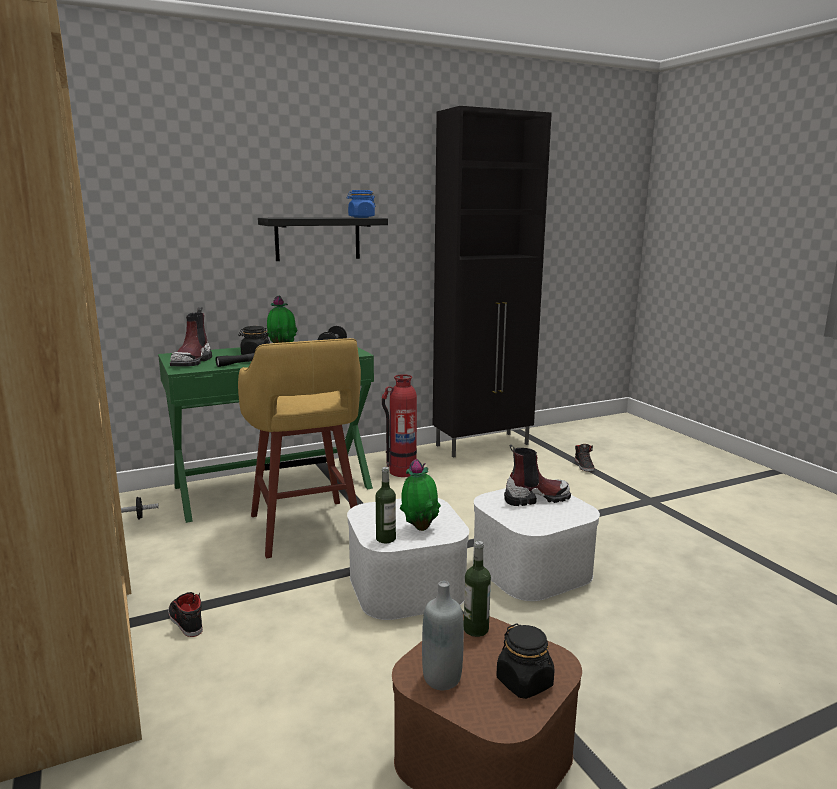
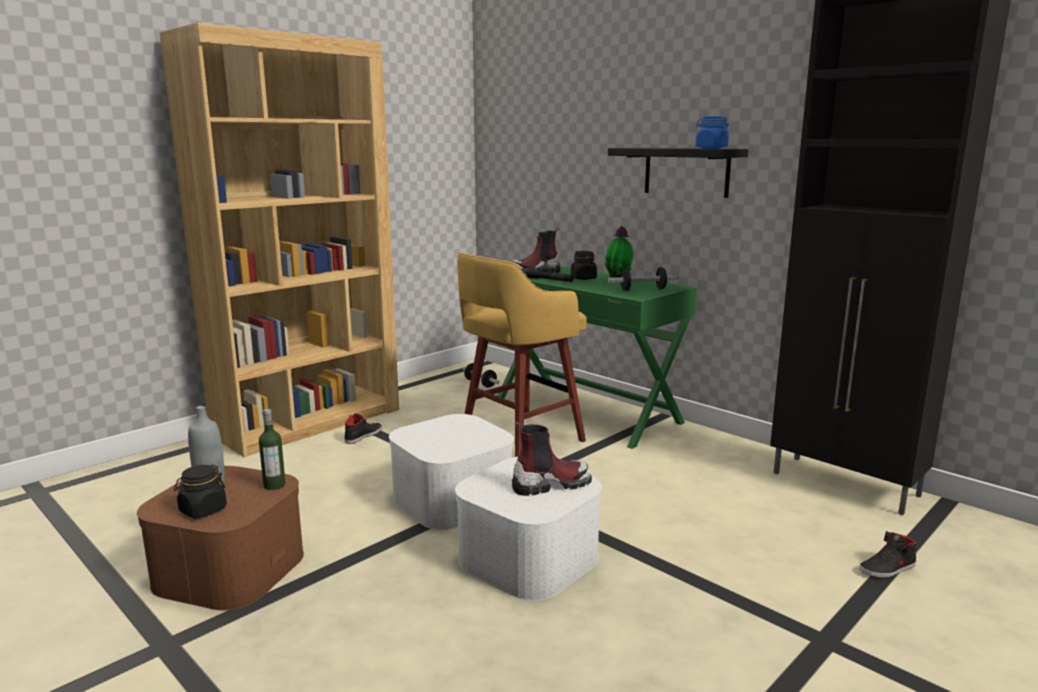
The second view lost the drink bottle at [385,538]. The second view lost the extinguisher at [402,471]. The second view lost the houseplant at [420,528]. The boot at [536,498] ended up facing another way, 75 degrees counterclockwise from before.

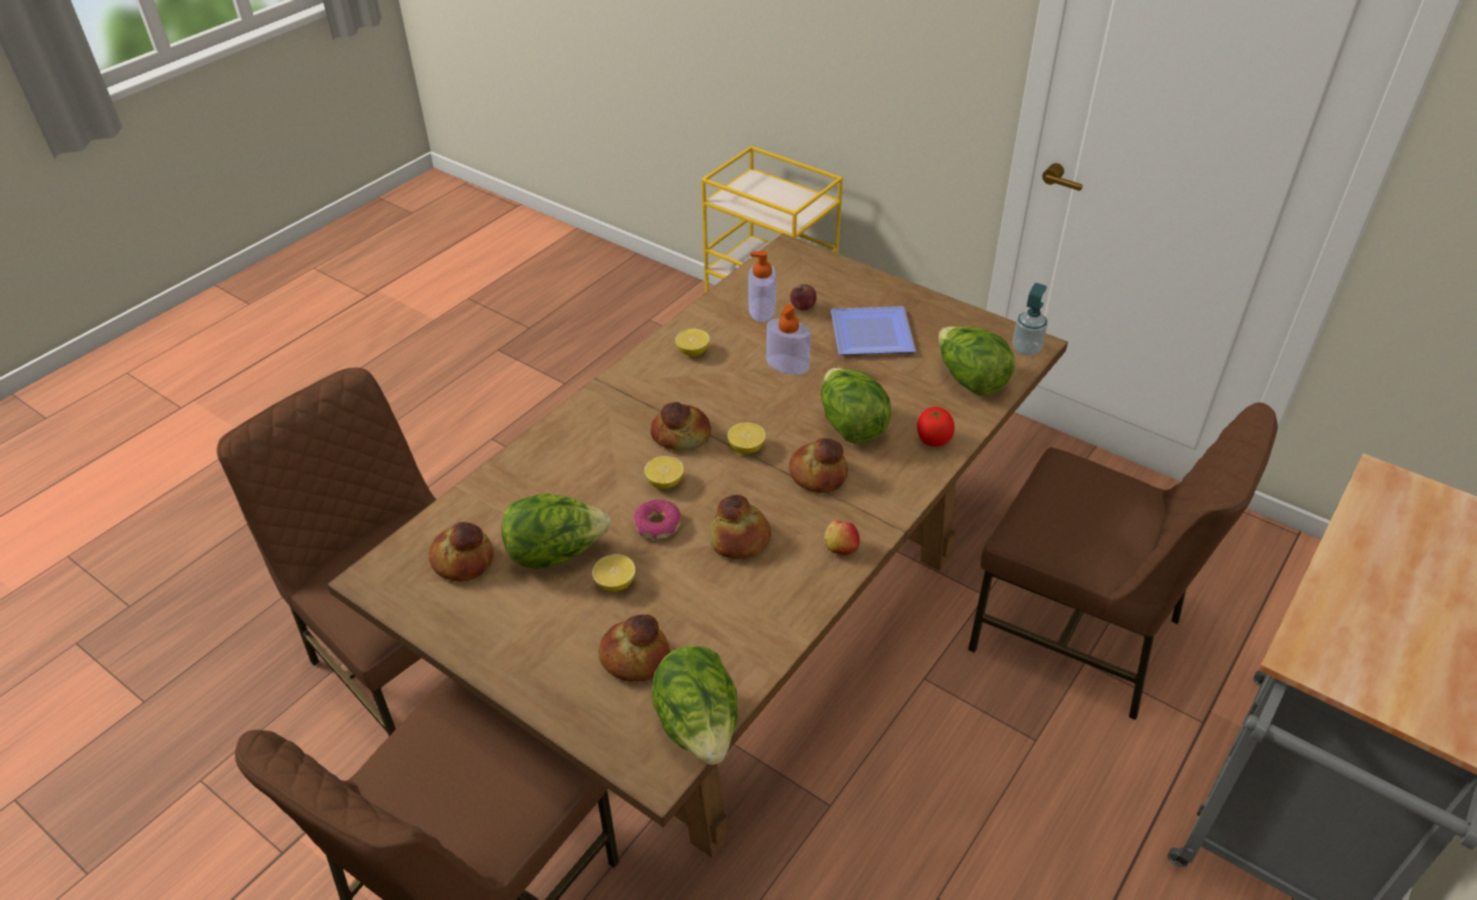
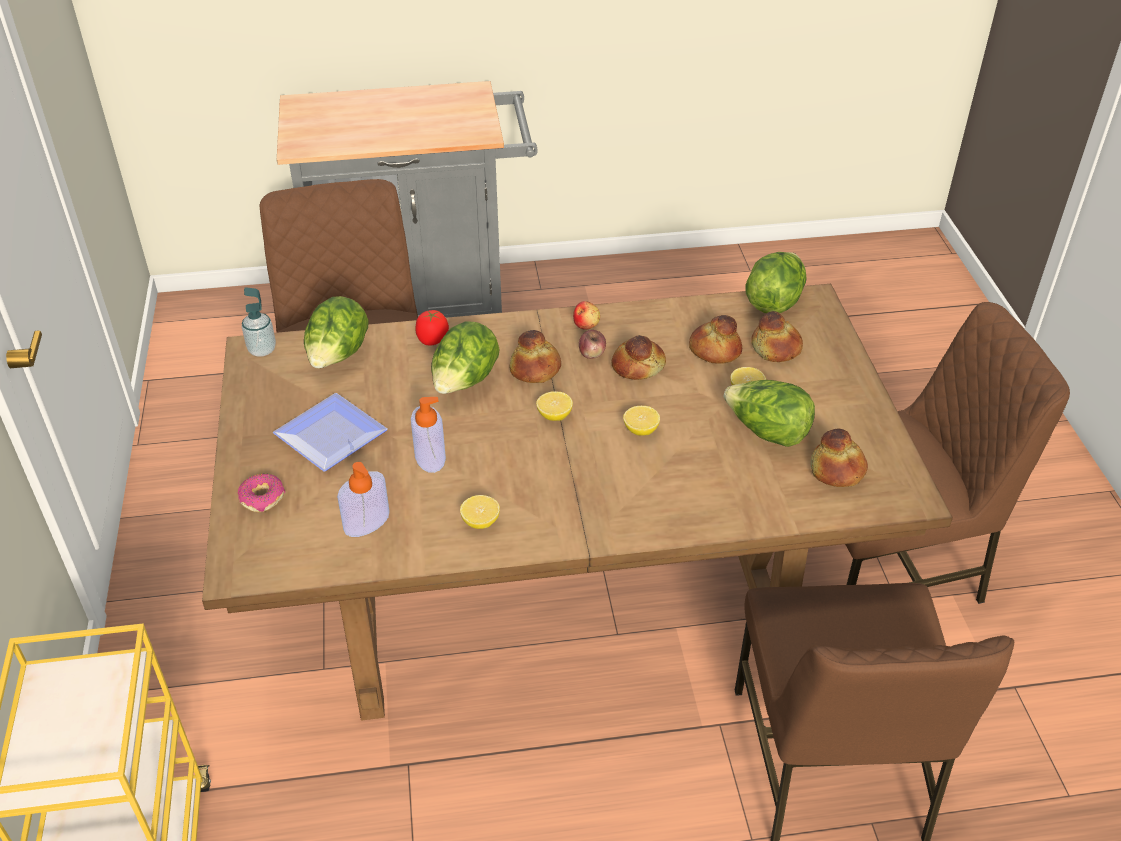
The doughnut ended up elsewhere, having gone from [657,526] to [263,498]. The bread ended up elsewhere, having gone from [681,434] to [714,350]. The whole apple ended up elsewhere, having gone from [802,307] to [592,354].

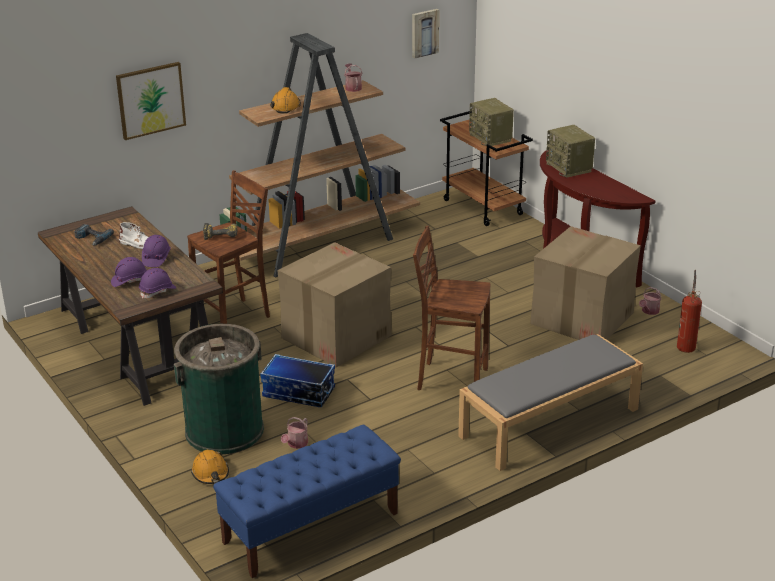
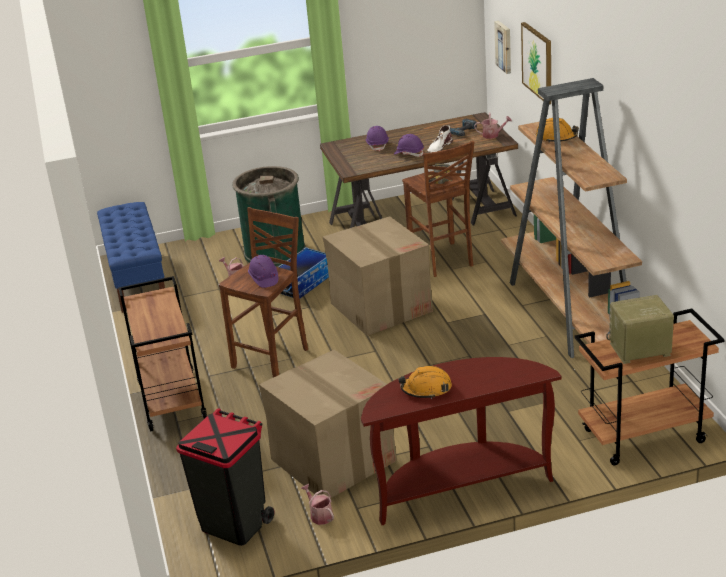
The second view lost the radio set at [569,168]. The purple-coloured safety helmet ended up elsewhere, having gone from [158,291] to [263,279]. The orange-coloured safety helmet ended up elsewhere, having gone from [210,473] to [426,389]. The watering can ended up elsewhere, having gone from [352,87] to [493,135]. The picture ended up elsewhere, having gone from [424,33] to [504,46]. Where the greyish indoor bench stood at [549,423], the brownish trolley came to stand at [171,400]. Where the extinguisher stood at [686,345], the blackish waste bin came to stand at [234,524].

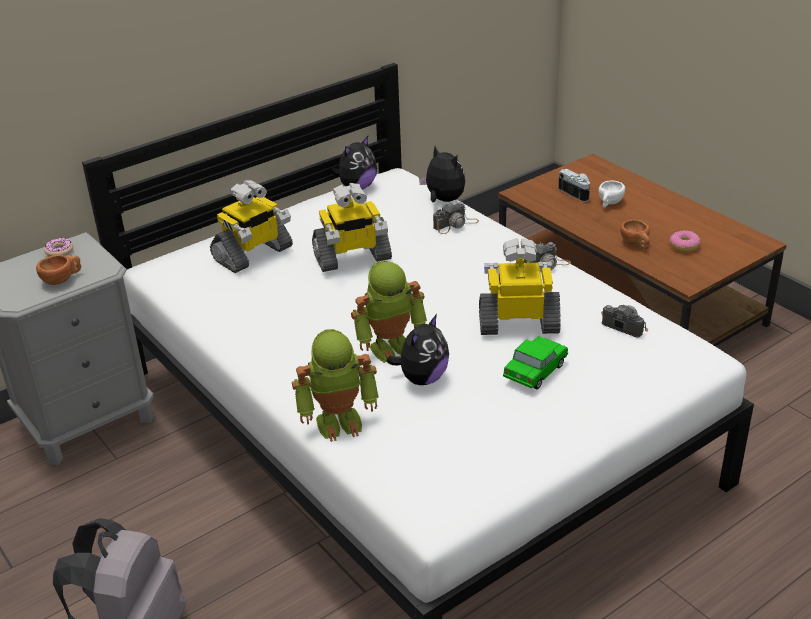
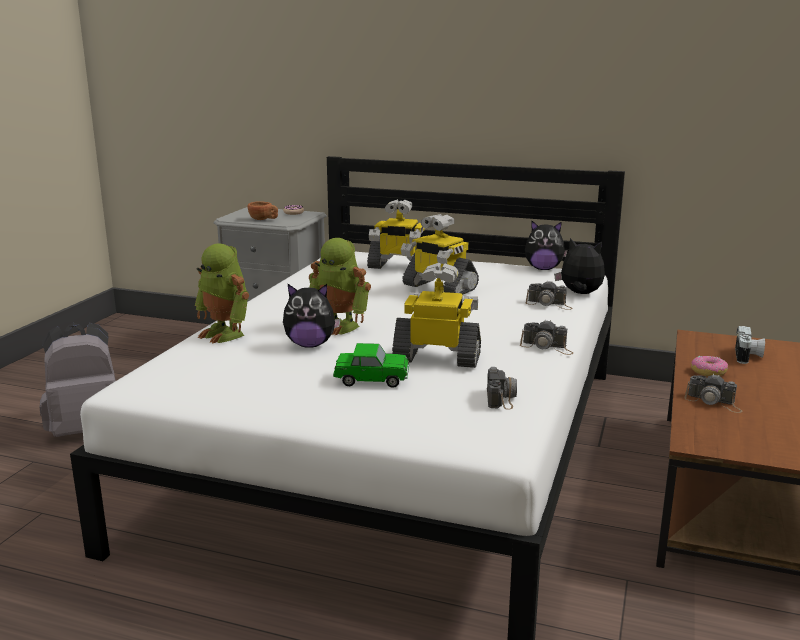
The second view lost the whitish drinking cup at [609,203]. The doughnut ended up elsewhere, having gone from [684,246] to [708,372]. Where the brownish drinking cup stood at [636,244], the still camera came to stand at [713,402]. The cuddly toy at [443,200] ended up facing another way, 75 degrees counterclockwise from before. The model robot at [519,323] ended up facing another way, 45 degrees counterclockwise from before.

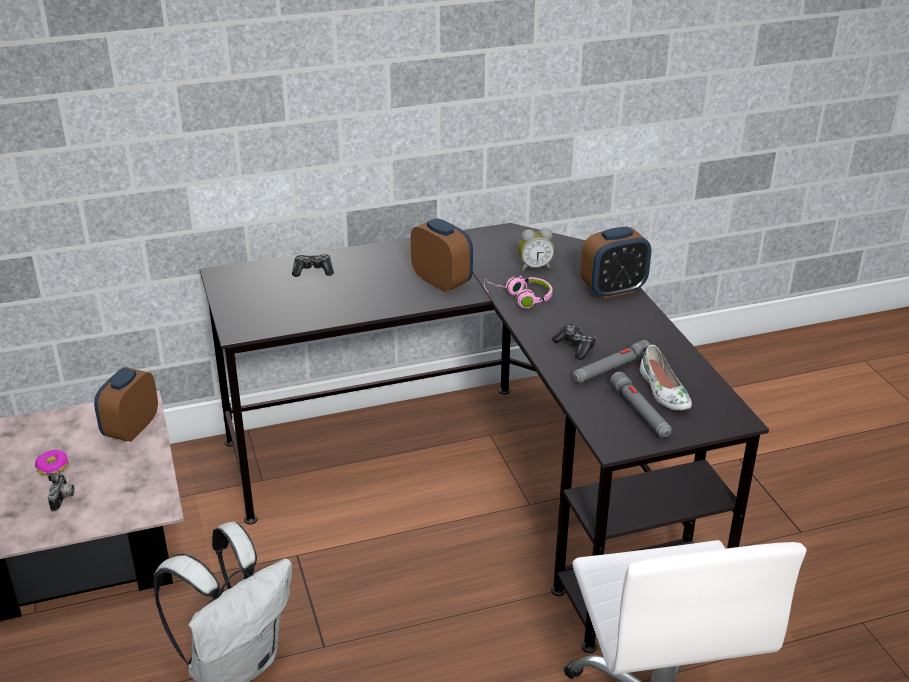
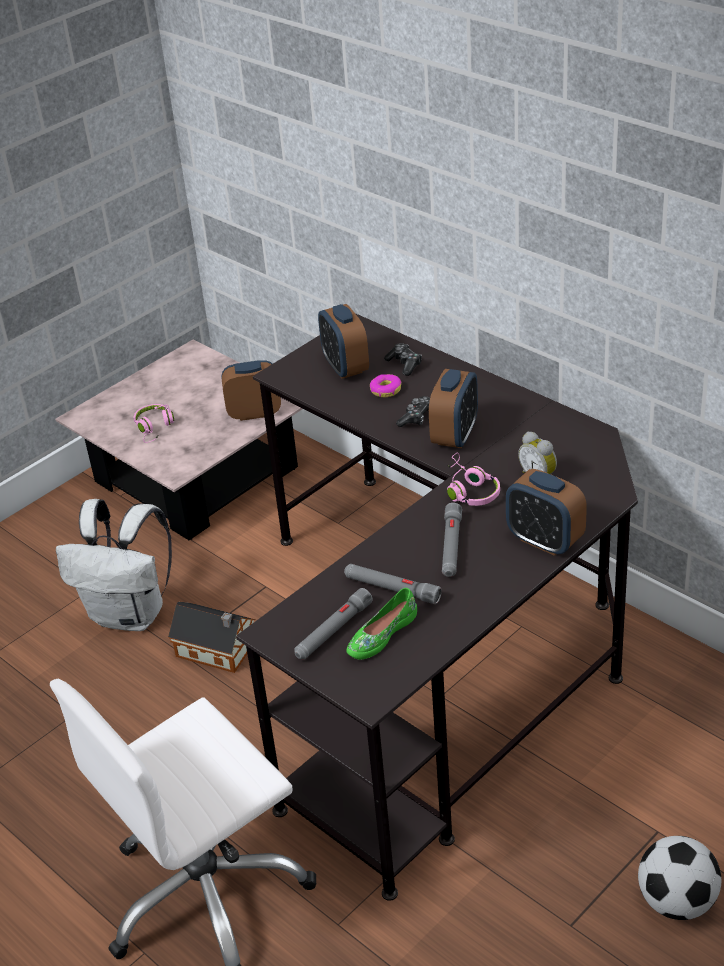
The second view gained the model house at [218,651]. The second view gained the alarm clock at [345,367]. The second view gained the greyish flashlight at [451,547]. The second view gained the football ball at [676,901]. The doughnut ended up elsewhere, having gone from [52,467] to [385,390]. The game controller ended up elsewhere, having gone from [575,347] to [416,417]. Where the still camera stood at [63,499], the pink headset came to stand at [154,428]. What was the whitish low shoe at [663,391] turned into the green low shoe at [381,634].

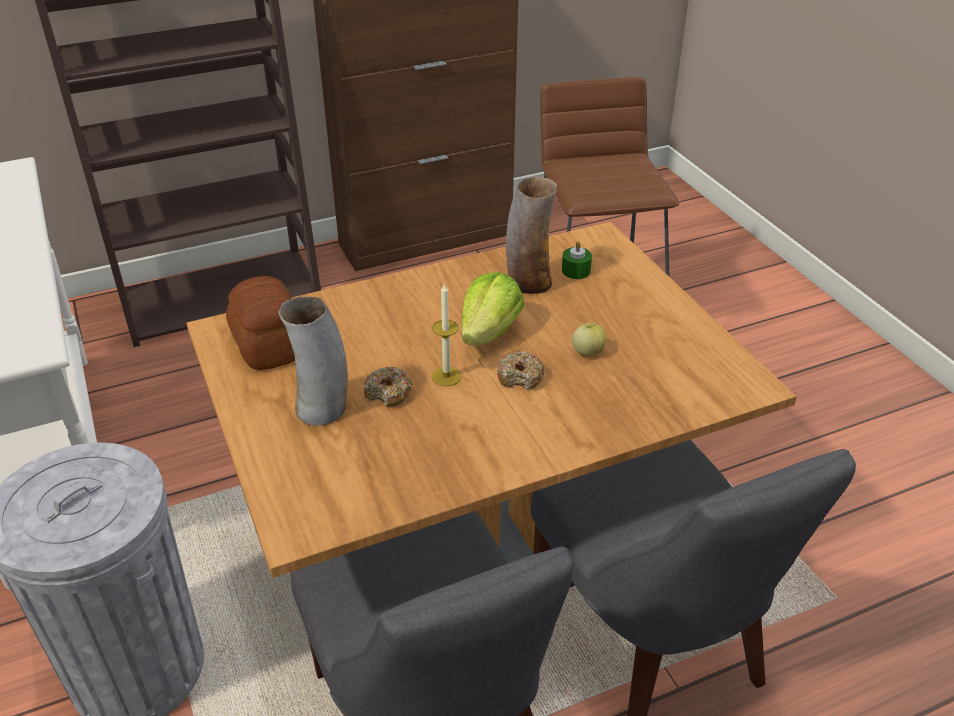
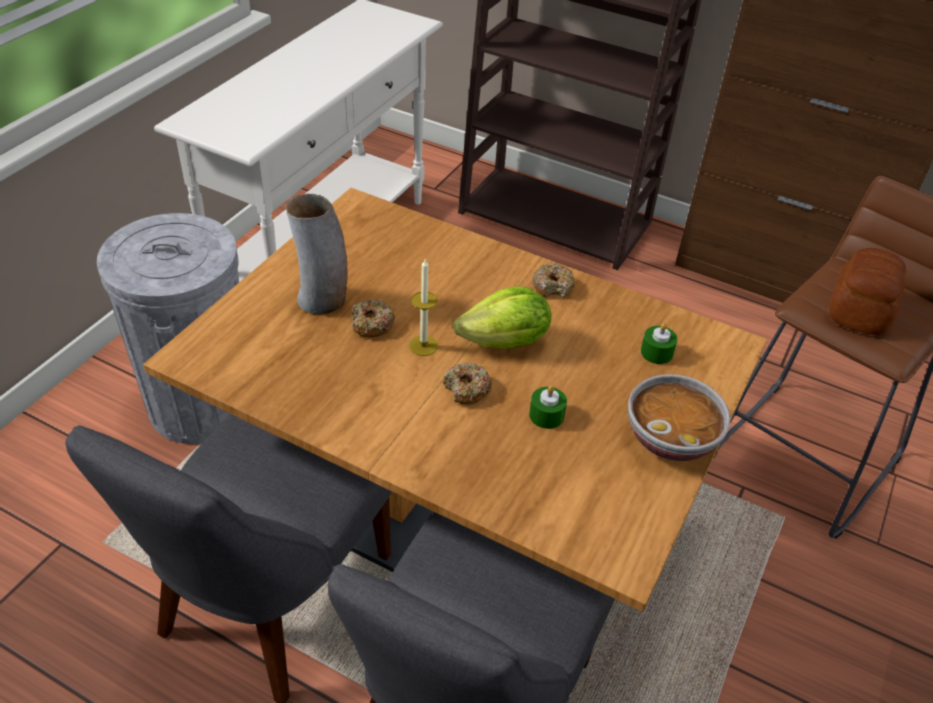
The second view lost the flower vase at [528,282]. The second view gained the doughnut at [552,287]. The second view gained the serving bowl at [671,438]. The bread ended up elsewhere, having gone from [270,343] to [861,309]. Where the whole apple stood at [587,351], the green wax candle came to stand at [546,415].

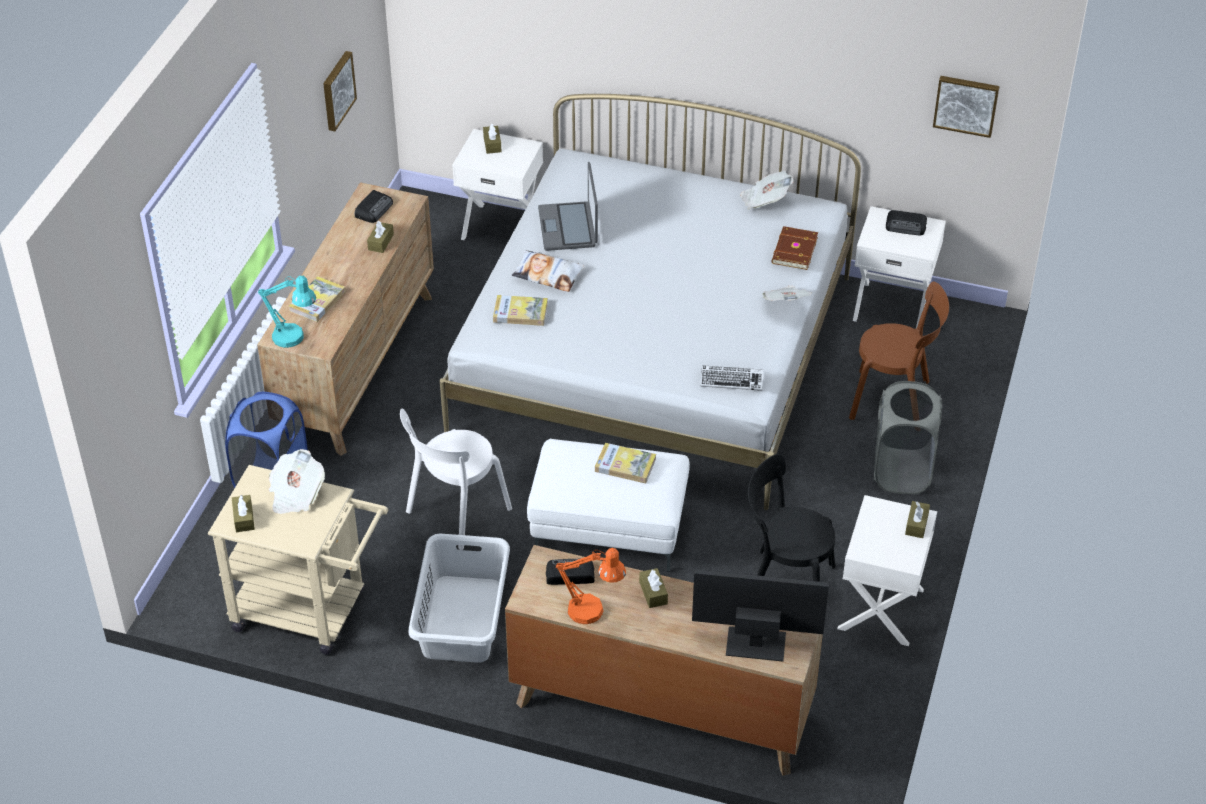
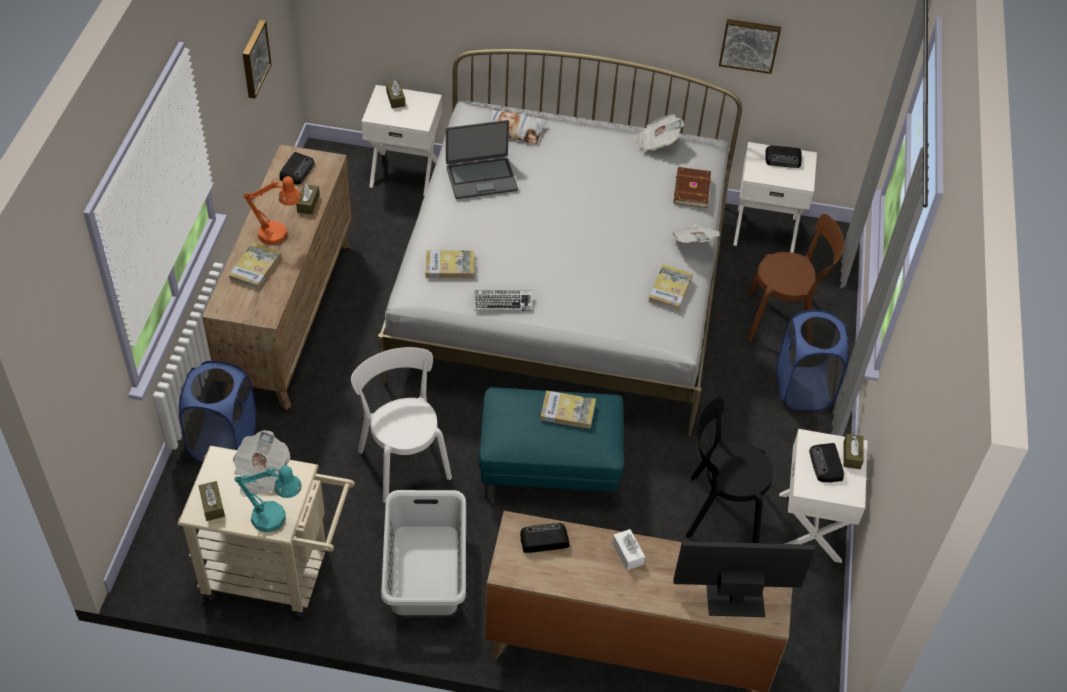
The second view gained the volume at [670,289]. The second view gained the radio set at [826,465]. The blue-green tabletop lamp ended up elsewhere, having gone from [294,338] to [276,519]. The throw pillow ended up elsewhere, having gone from [548,275] to [515,130]. The orange-coloured tabletop lamp ended up elsewhere, having gone from [593,612] to [279,235]. The PC keyboard ended up elsewhere, having gone from [731,381] to [503,303]. The picture ended up elsewhere, having gone from [966,104] to [749,44]. What was the whitish footrest at [608,531] turned into the blue-green footrest at [548,468]. What was the brownish tissue holder at [653,593] turned into the whitish tissue holder at [627,553]. What was the greyish laundry basket at [901,472] turned into the blue laundry basket at [803,389]. The whitish plain chair at [455,513] ended up facing another way, 120 degrees clockwise from before. The laptop at [568,227] ended up facing another way, 90 degrees counterclockwise from before.

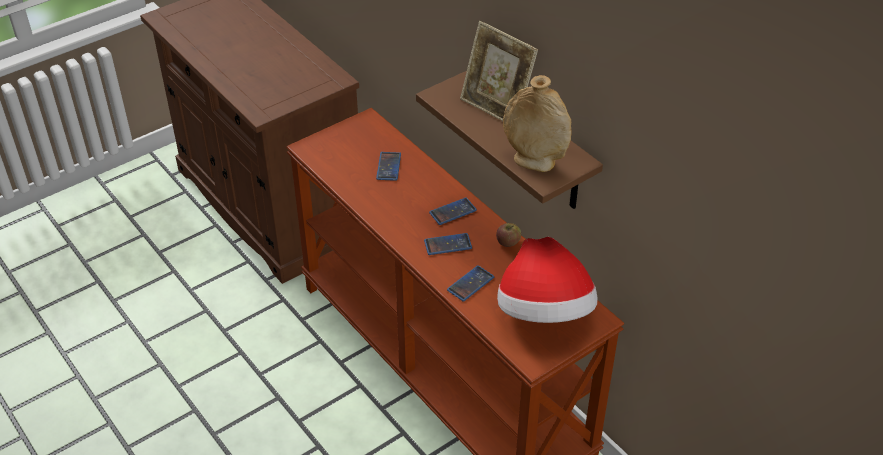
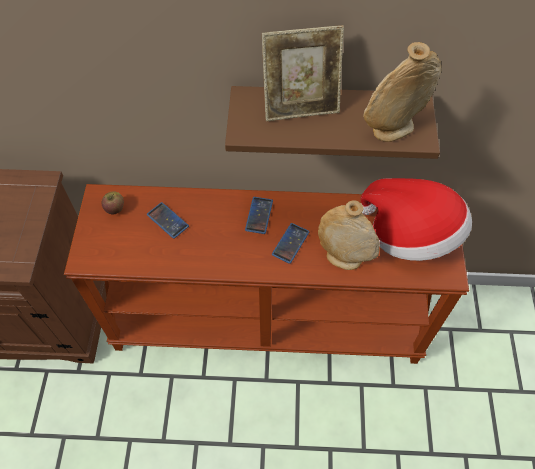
The whole apple ended up elsewhere, having gone from [508,242] to [115,208]. Where the phone stood at [470,284], the beige-coloured flower vase came to stand at [344,258].

